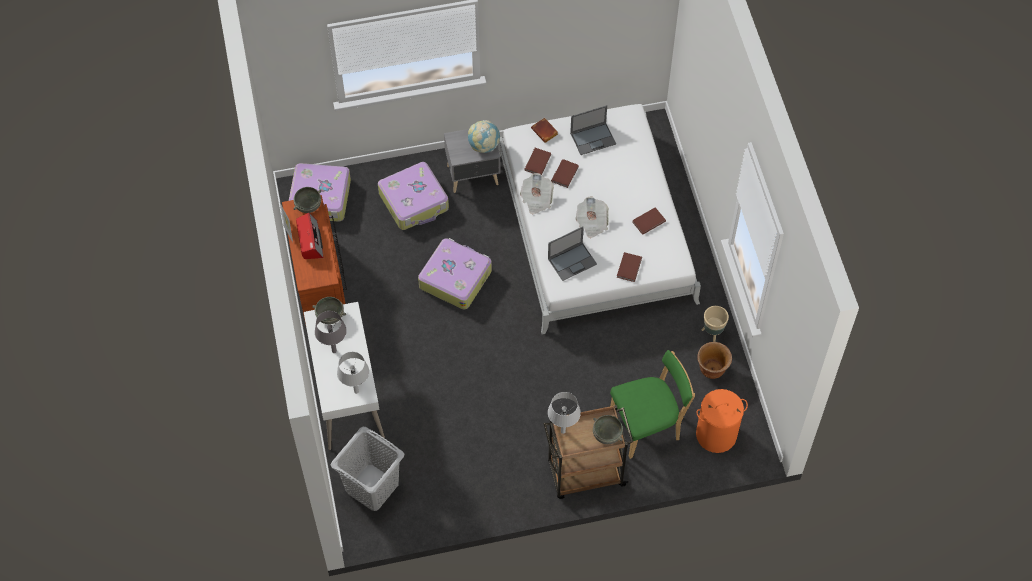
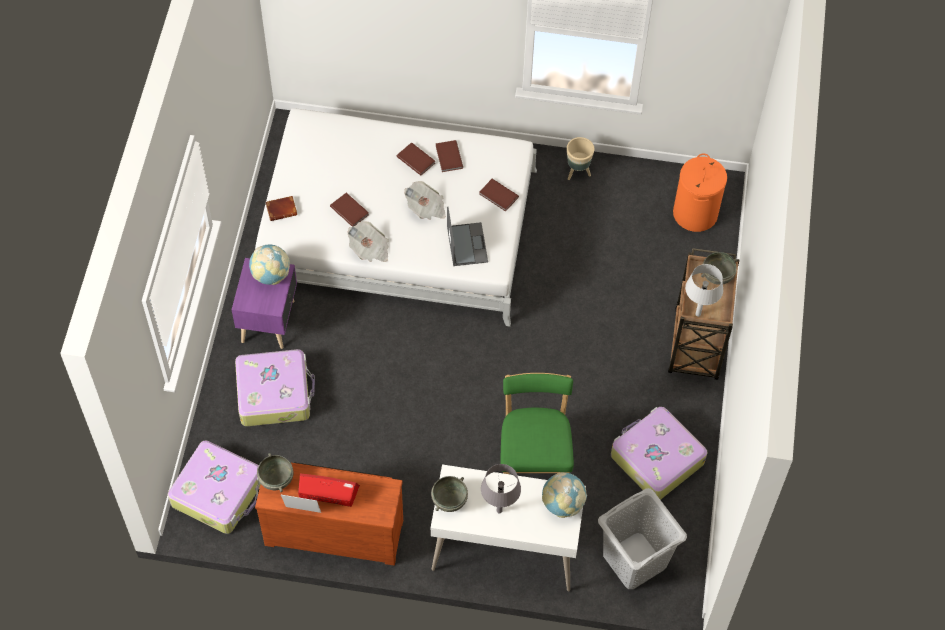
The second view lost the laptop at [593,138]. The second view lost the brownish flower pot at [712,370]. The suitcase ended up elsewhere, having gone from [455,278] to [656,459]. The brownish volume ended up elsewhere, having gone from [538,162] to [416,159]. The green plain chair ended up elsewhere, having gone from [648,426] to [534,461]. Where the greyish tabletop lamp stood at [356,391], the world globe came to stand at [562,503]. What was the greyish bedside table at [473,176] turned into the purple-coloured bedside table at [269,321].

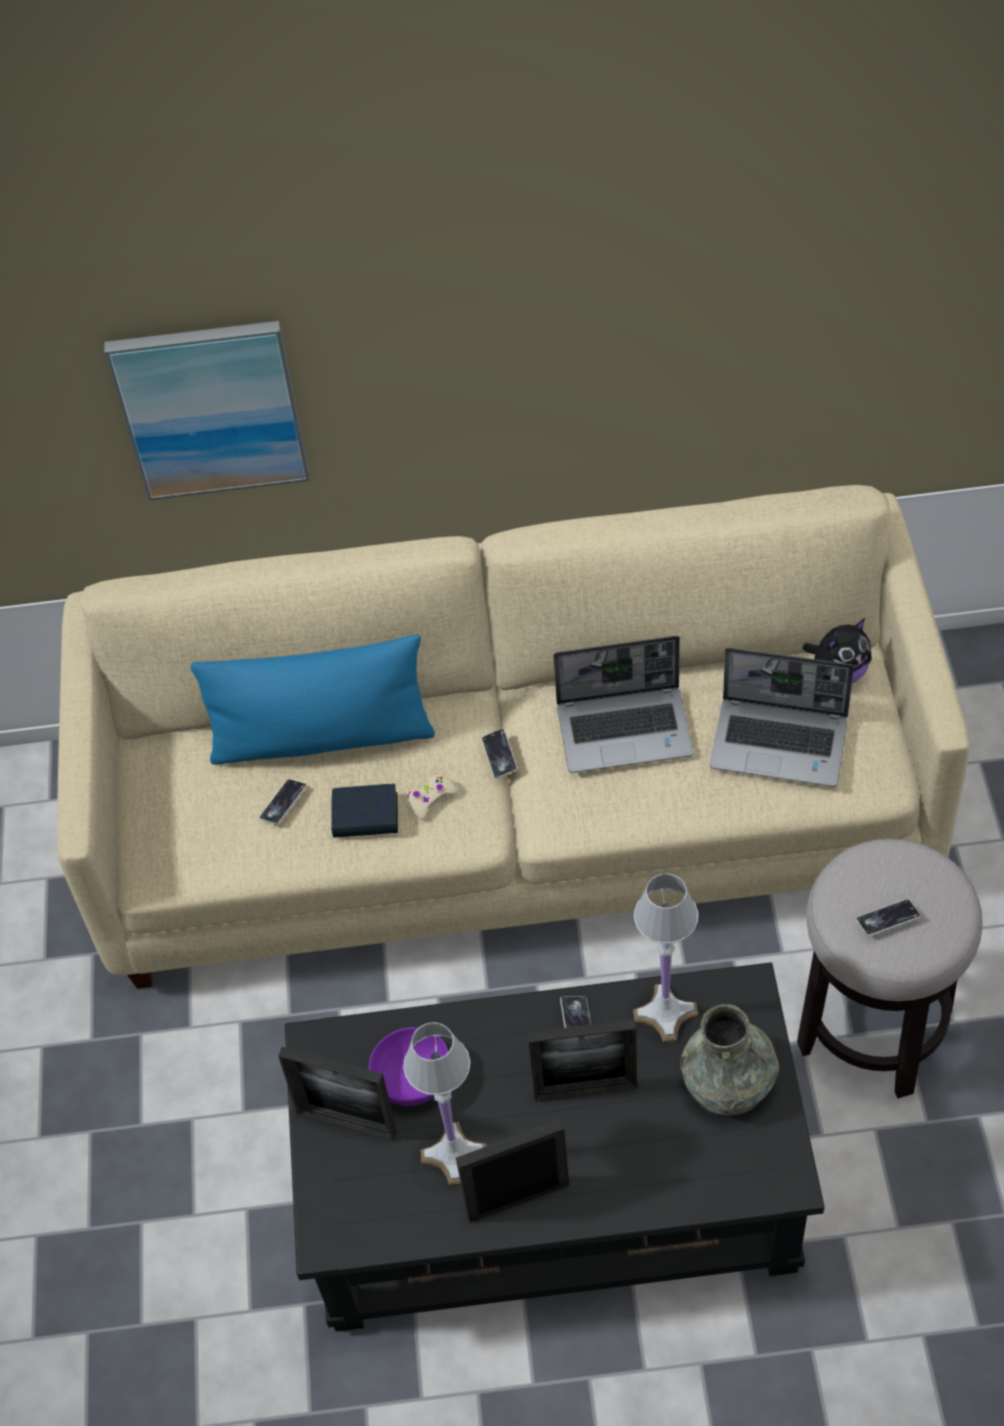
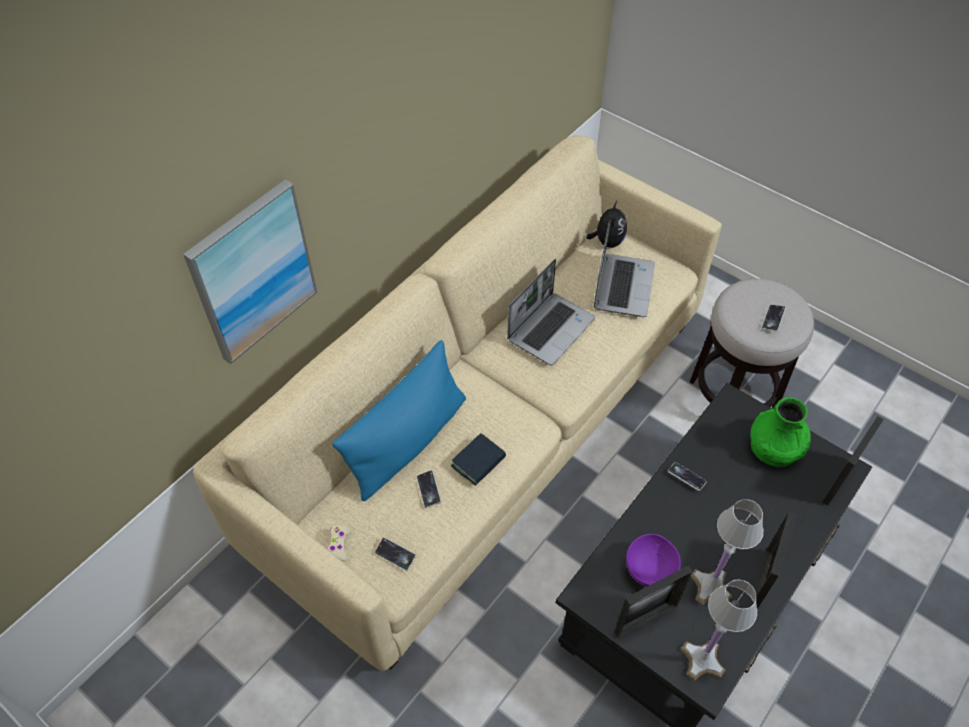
The beige-coloured game controller ended up elsewhere, having gone from [431,799] to [339,544]. The phone ended up elsewhere, having gone from [499,756] to [395,555]. The photo frame ended up elsewhere, having gone from [585,1090] to [839,481]. The whitish tabletop lamp ended up elsewhere, having gone from [665,1014] to [702,660]. What was the greyish flower vase at [728,1081] turned into the green flower vase at [774,447]. The laptop at [781,742] ended up facing another way, 45 degrees counterclockwise from before.

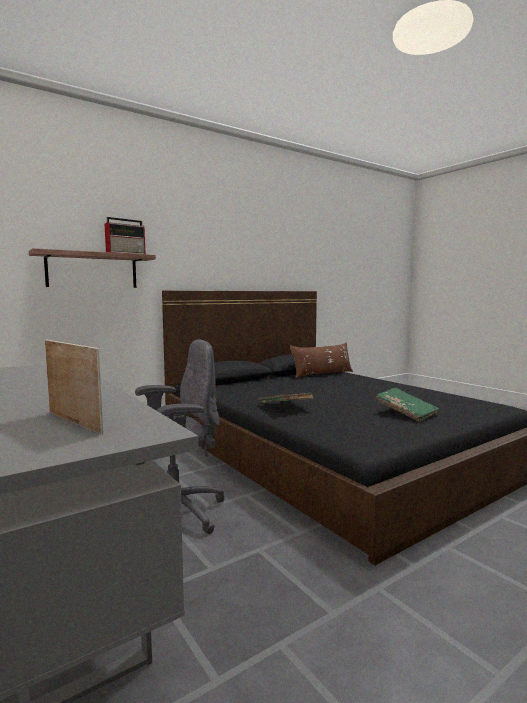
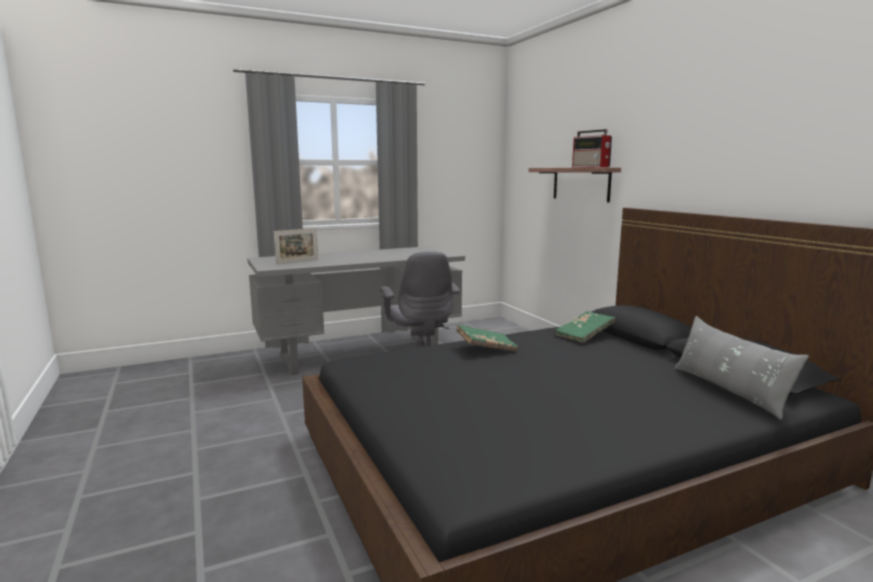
The green volume ended up elsewhere, having gone from [406,413] to [584,335]. What was the brownish throw pillow at [322,374] turned into the greyish throw pillow at [729,390].

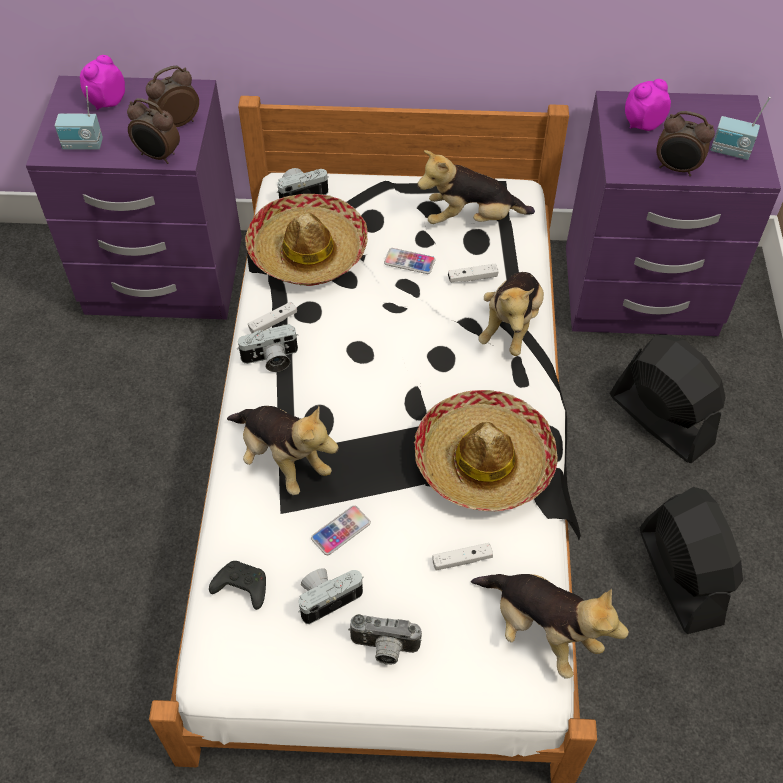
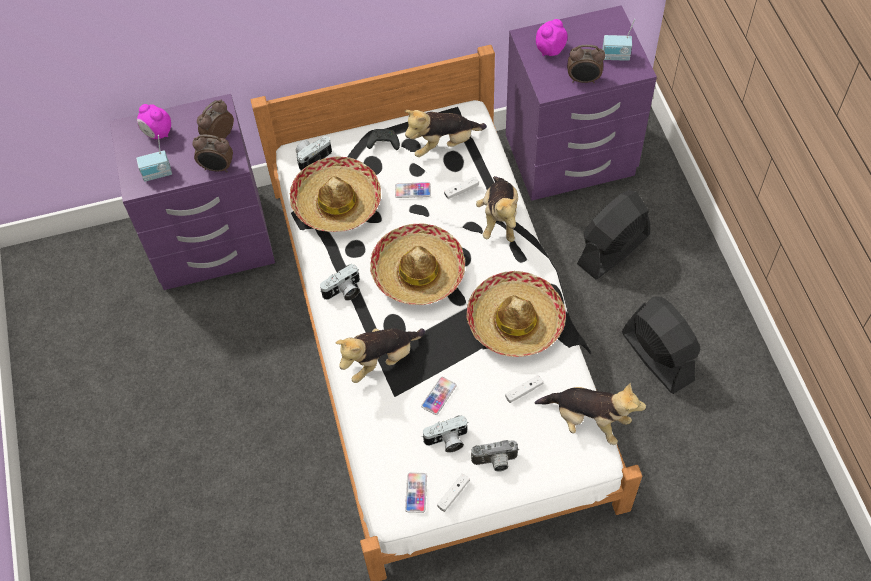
The second view gained the hat at [418,271]. The second view gained the phone at [416,493]. The blackish game controller ended up elsewhere, having gone from [240,588] to [383,143]. The whitish game controller ended up elsewhere, having gone from [273,322] to [453,494]. The alarm clock at [107,101] ended up facing another way, 75 degrees counterclockwise from before. The cuddly toy at [282,460] ended up facing another way, 120 degrees clockwise from before. The still camera at [328,597] ended up facing another way, 150 degrees counterclockwise from before. The blackish fan at [660,419] ended up facing another way, 75 degrees counterclockwise from before.

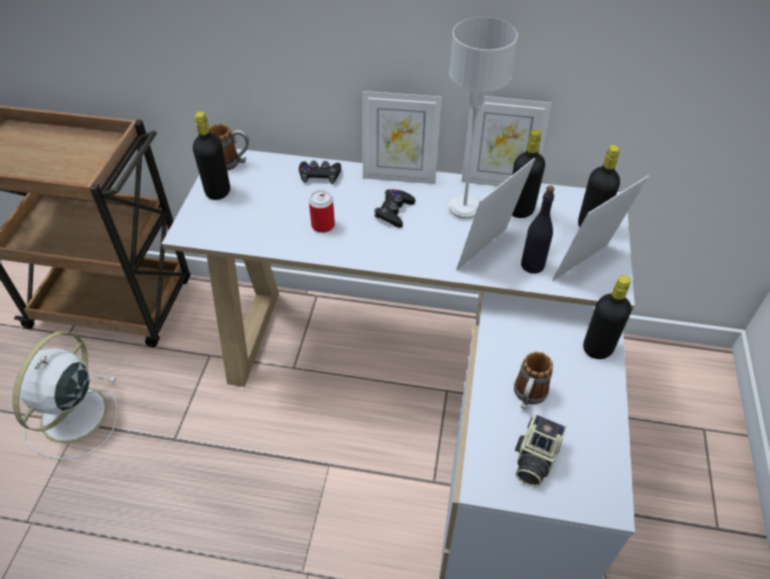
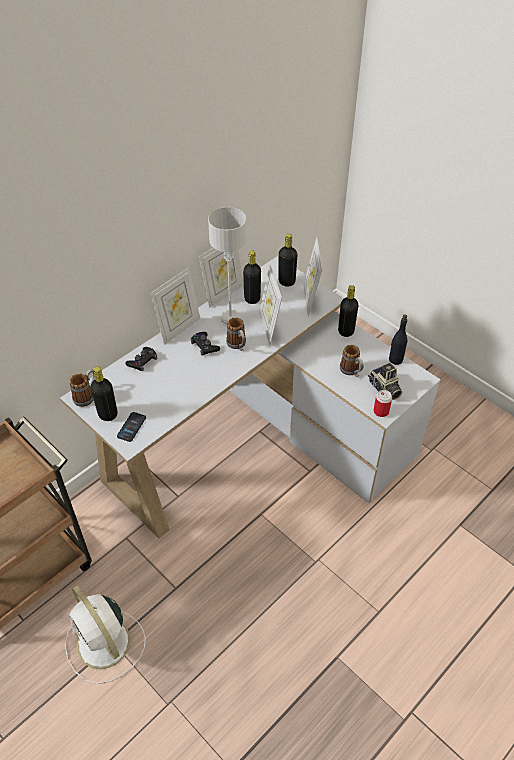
The second view gained the phone at [131,427]. The second view gained the coffee mug at [238,345]. The metal can ended up elsewhere, having gone from [323,225] to [381,411]. The blackish drink bottle ended up elsewhere, having gone from [532,265] to [395,359].

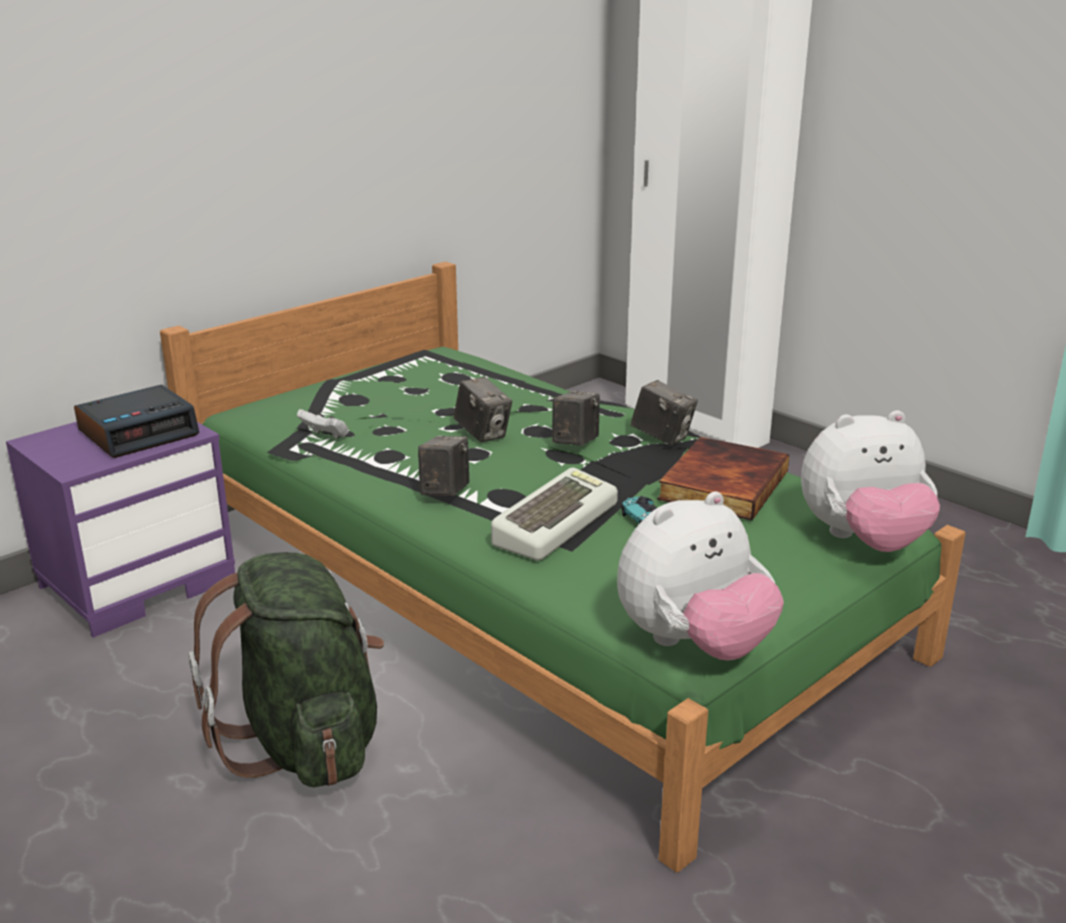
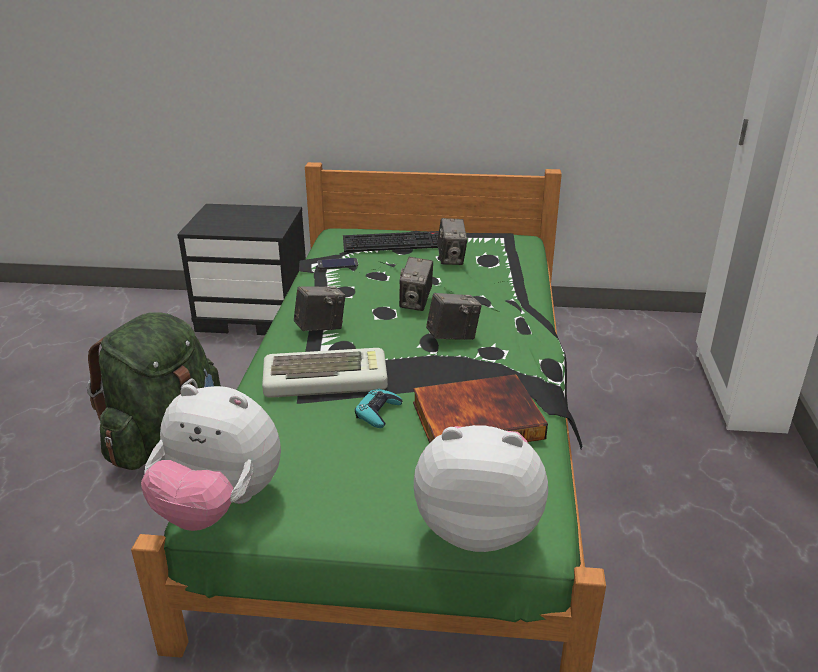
The second view lost the alarm clock at [139,432]. The second view gained the PC keyboard at [398,242]. The still camera ended up elsewhere, having gone from [662,437] to [451,259]. Where the whitish game controller stood at [325,436], the phone came to stand at [337,264]. What was the purple-coloured bedside table at [139,581] turned into the blackish bedside table at [255,314]. The cuddly toy at [863,541] ended up facing another way, 150 degrees clockwise from before.

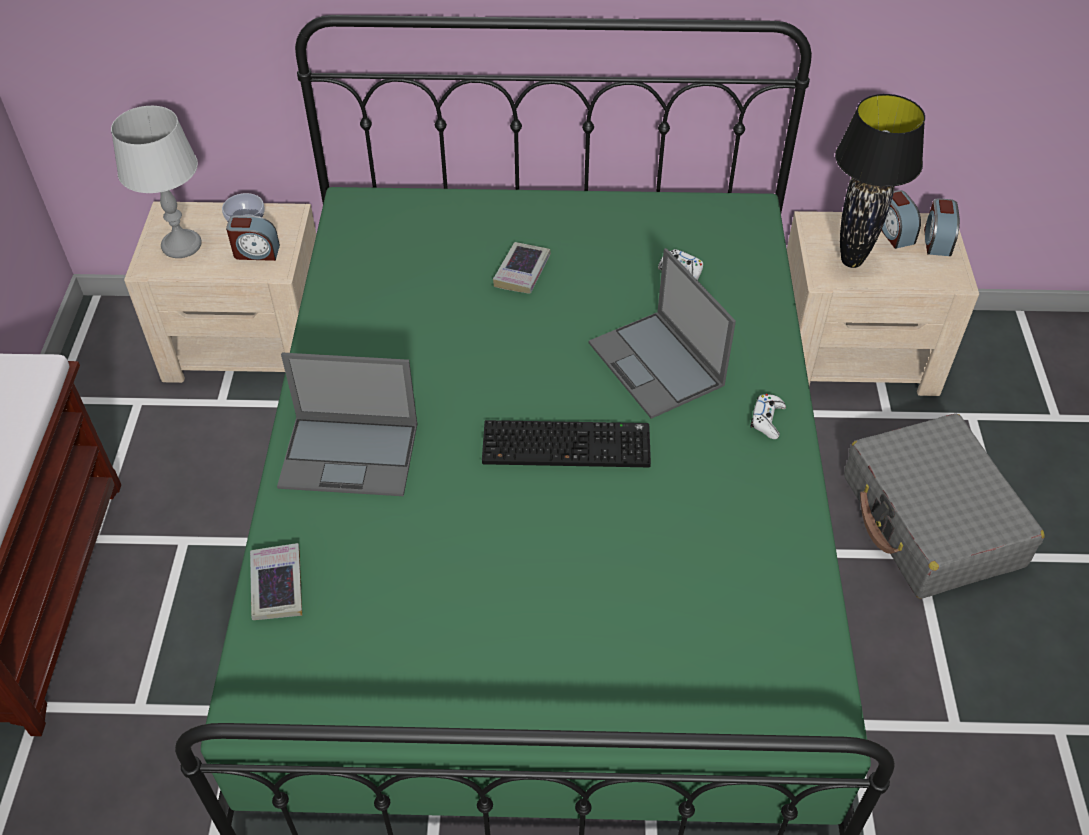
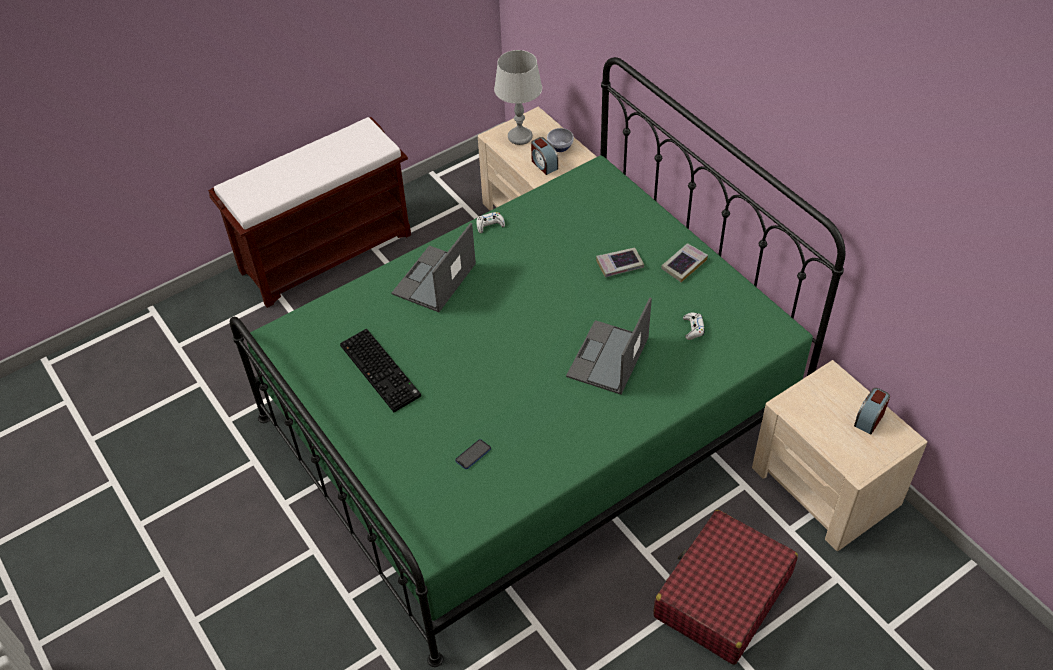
The second view lost the blackish tabletop lamp at [850,261]. The second view lost the alarm clock at [936,241]. The second view gained the phone at [473,455]. The volume ended up elsewhere, having gone from [277,586] to [684,265]. The PC keyboard ended up elsewhere, having gone from [568,443] to [382,370]. The whitish game controller ended up elsewhere, having gone from [767,420] to [490,225]. What was the greyish suitcase at [931,521] turned into the red-coloured suitcase at [722,596]. The laptop at [351,455] ended up facing another way, 60 degrees clockwise from before.

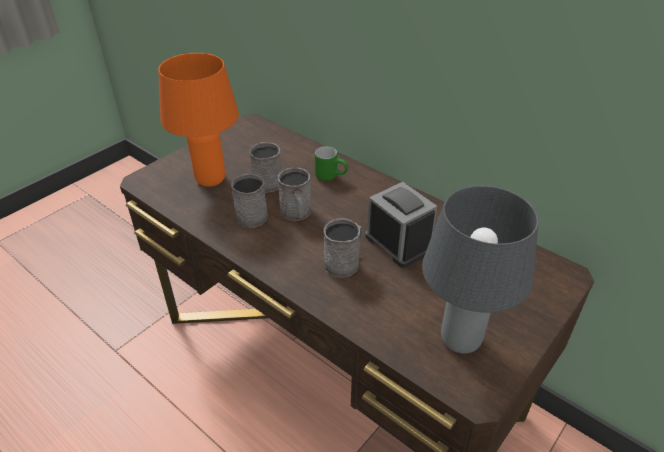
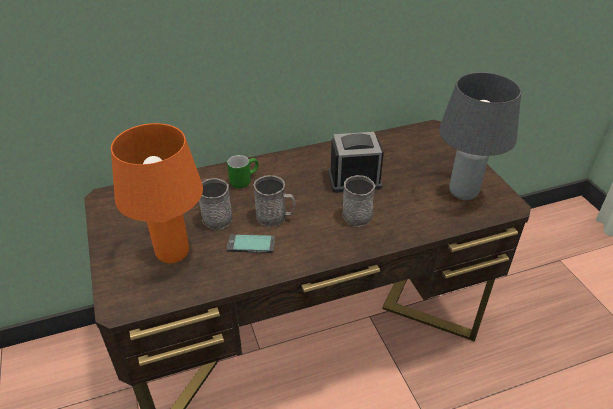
Where the greyish coffee mug stood at [250,214], the phone came to stand at [251,244].

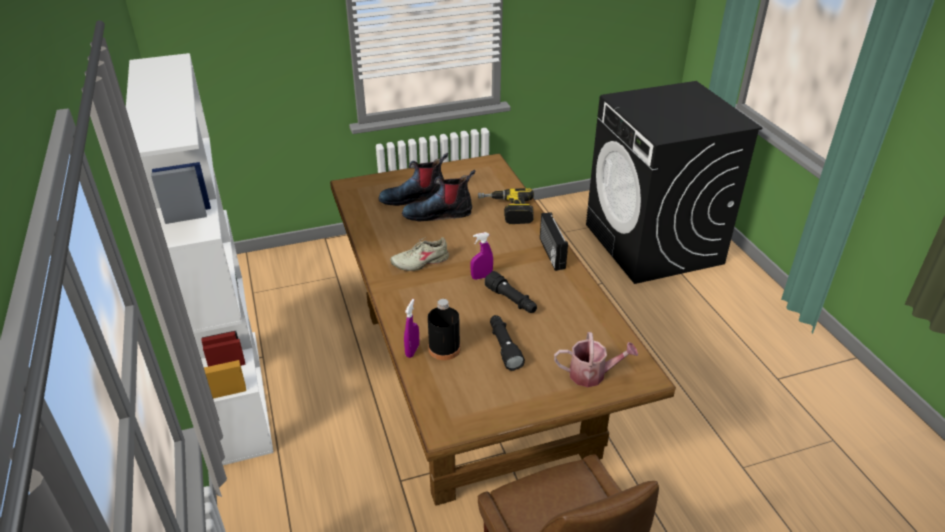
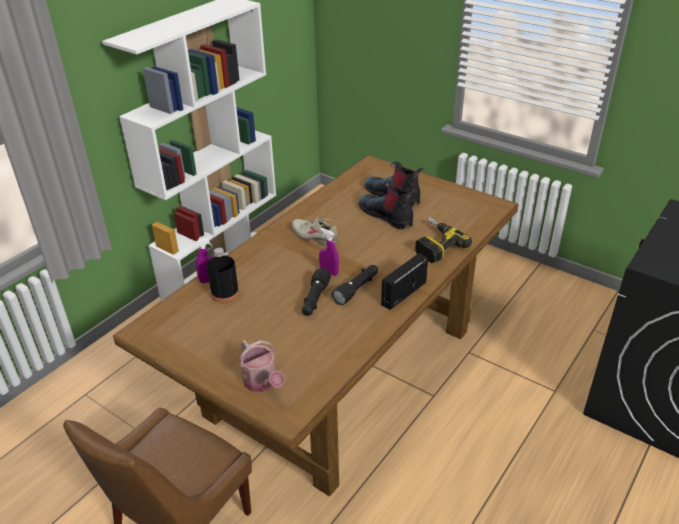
The blackish flashlight ended up elsewhere, having gone from [504,347] to [357,289].

